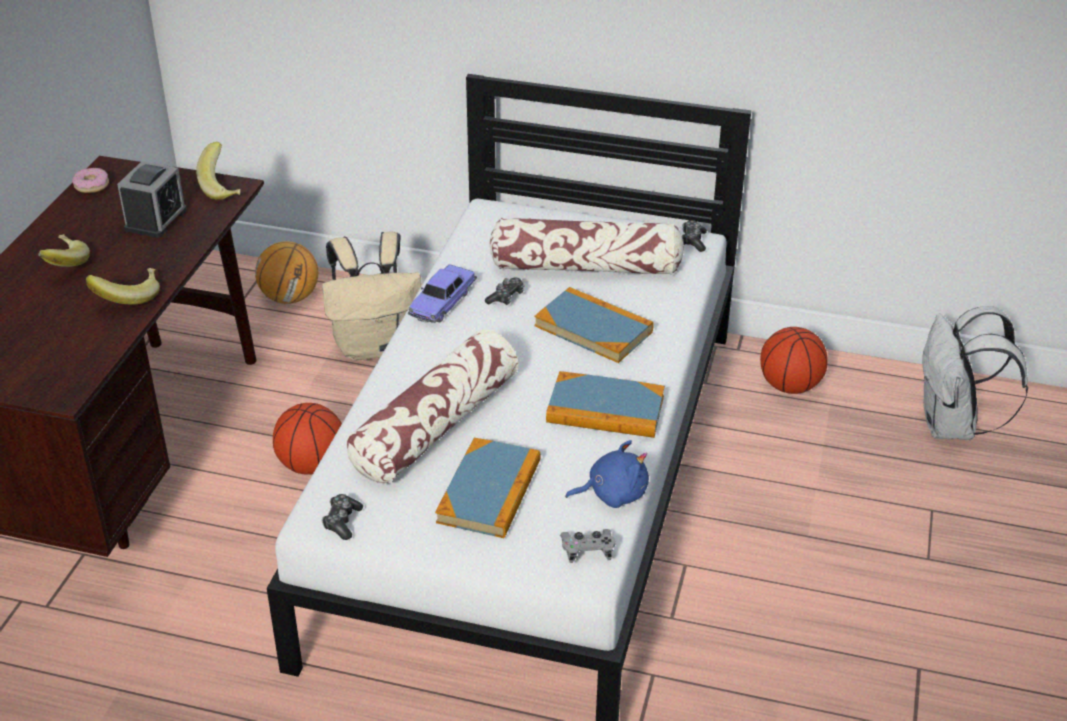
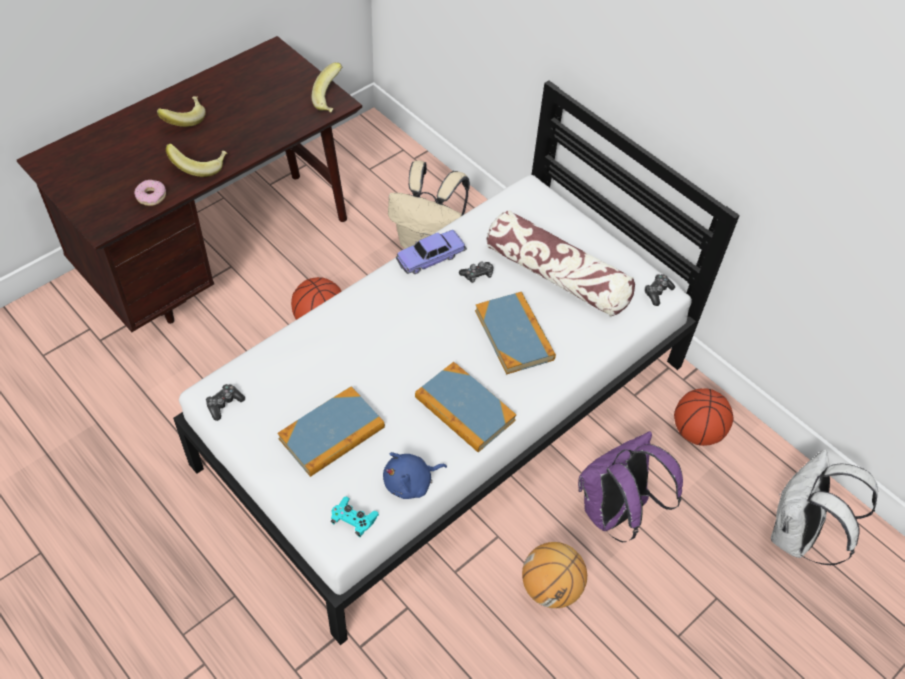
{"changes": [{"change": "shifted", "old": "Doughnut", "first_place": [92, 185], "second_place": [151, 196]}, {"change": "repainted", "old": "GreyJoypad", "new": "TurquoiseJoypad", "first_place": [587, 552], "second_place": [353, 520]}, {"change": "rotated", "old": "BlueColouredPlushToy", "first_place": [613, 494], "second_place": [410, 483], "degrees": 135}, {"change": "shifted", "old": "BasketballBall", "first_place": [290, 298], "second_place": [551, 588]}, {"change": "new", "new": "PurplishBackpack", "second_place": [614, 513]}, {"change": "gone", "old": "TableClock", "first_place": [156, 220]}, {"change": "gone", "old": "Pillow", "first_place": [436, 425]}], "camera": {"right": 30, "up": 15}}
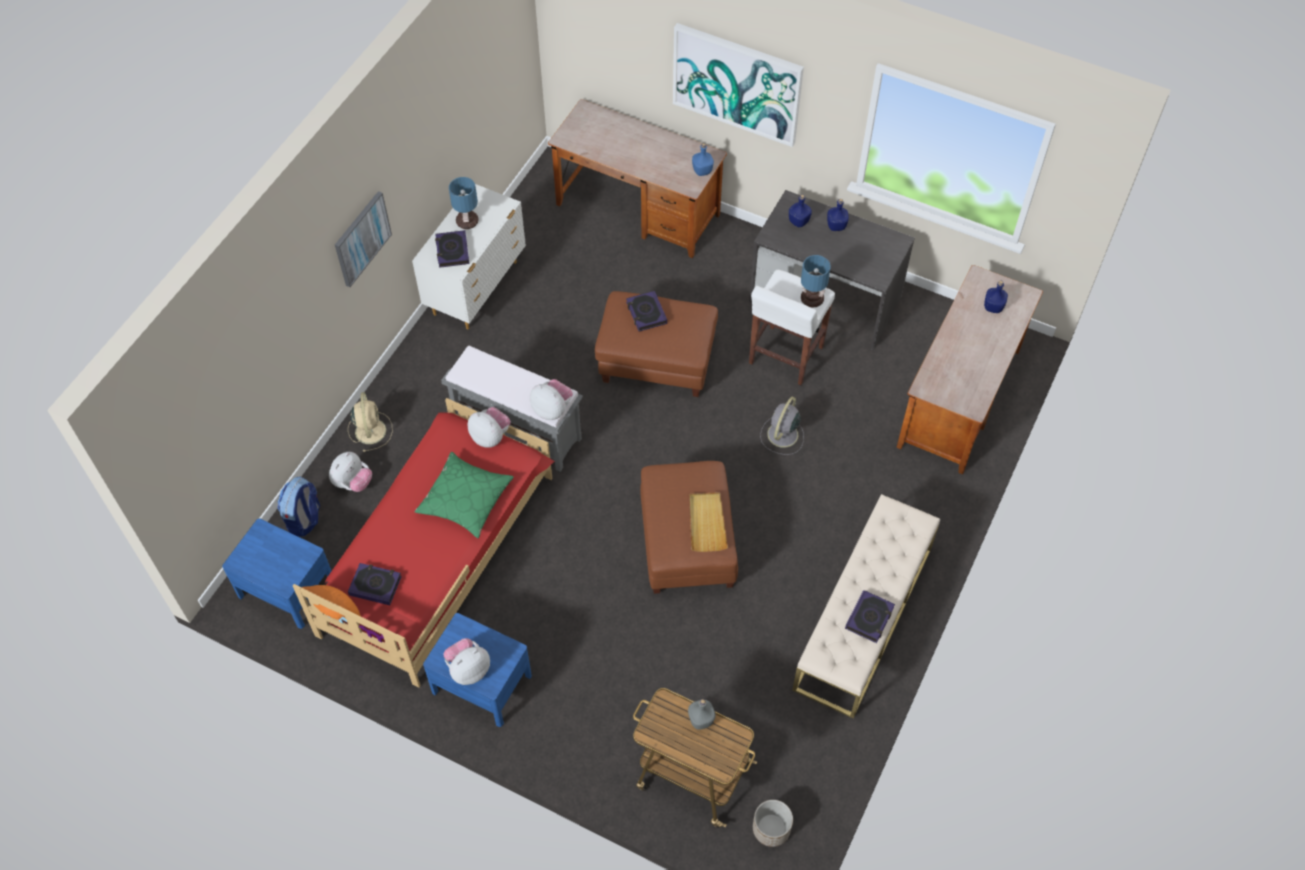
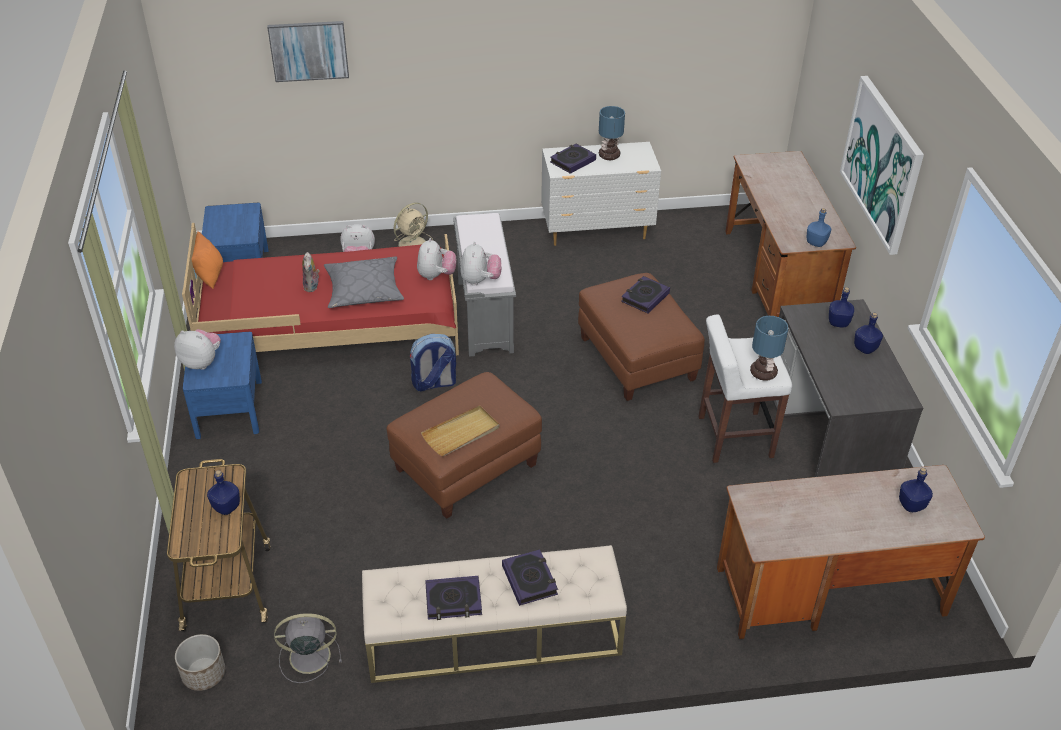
{"changes": [{"change": "repainted", "old": "GreyDrinkBottle", "new": "BlueColouredDrinkBottle", "first_place": [701, 720], "second_place": [226, 507]}, {"change": "shifted", "old": "Picture", "first_place": [361, 238], "second_place": [309, 50]}, {"change": "shifted", "old": "GreyFan", "first_place": [782, 435], "second_place": [308, 656]}, {"change": "new", "new": "PlushToy", "second_place": [312, 286]}, {"change": "repainted", "old": "GreenPillow", "new": "GreyPillow", "first_place": [465, 500], "second_place": [364, 290]}, {"change": "shifted", "old": "Backpack", "first_place": [304, 520], "second_place": [434, 383]}, {"change": "shifted", "old": "BoundBook", "first_place": [375, 585], "second_place": [530, 580]}], "camera": {"right": 55, "up": -15}}
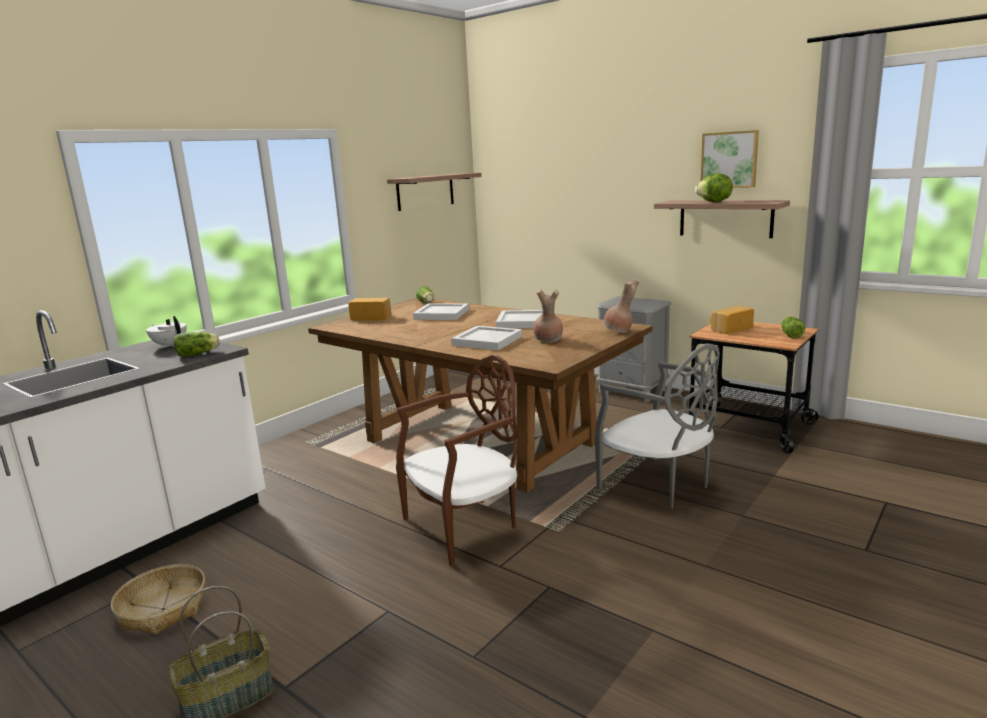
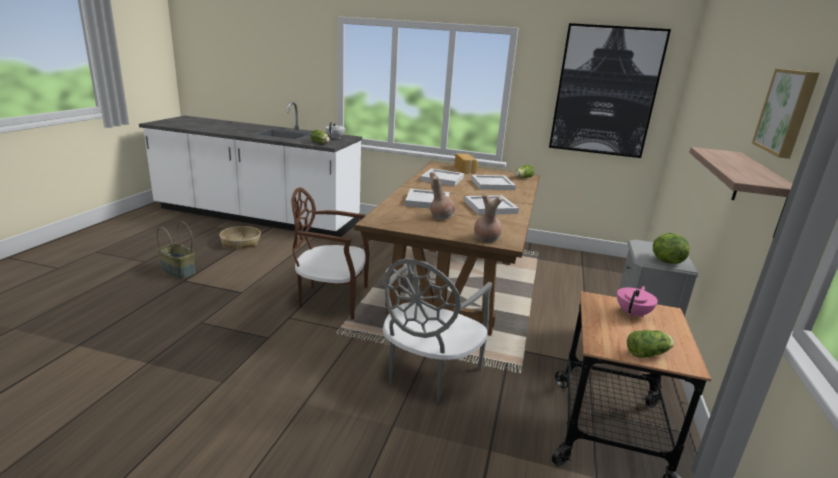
{"changes": [{"change": "rotated", "old": "BrownPlainChair", "first_place": [465, 527], "second_place": [331, 299], "degrees": 150}, {"change": "new", "new": "WhiteTray", "second_place": [442, 179]}, {"change": "swapped", "old": "BracketShelf", "new": "Picture", "first_place": [425, 191], "second_place": [605, 91]}, {"change": "swapped", "old": "Bread", "new": "PinkColouredPotForTea", "first_place": [730, 329], "second_place": [633, 313]}, {"change": "shifted", "old": "HeadOfLettuce", "first_place": [714, 202], "second_place": [665, 261]}], "camera": {"right": 65, "up": 5}}
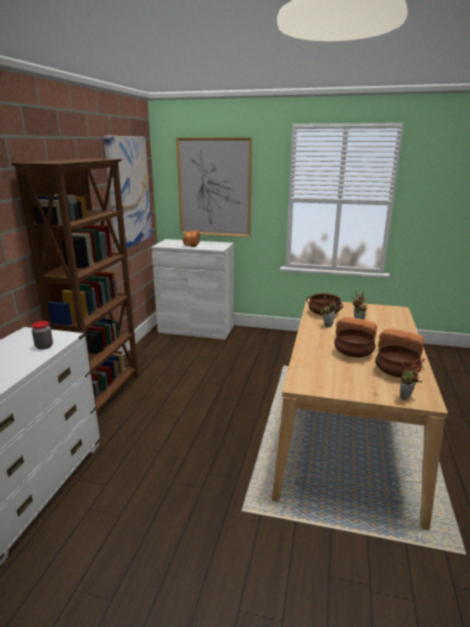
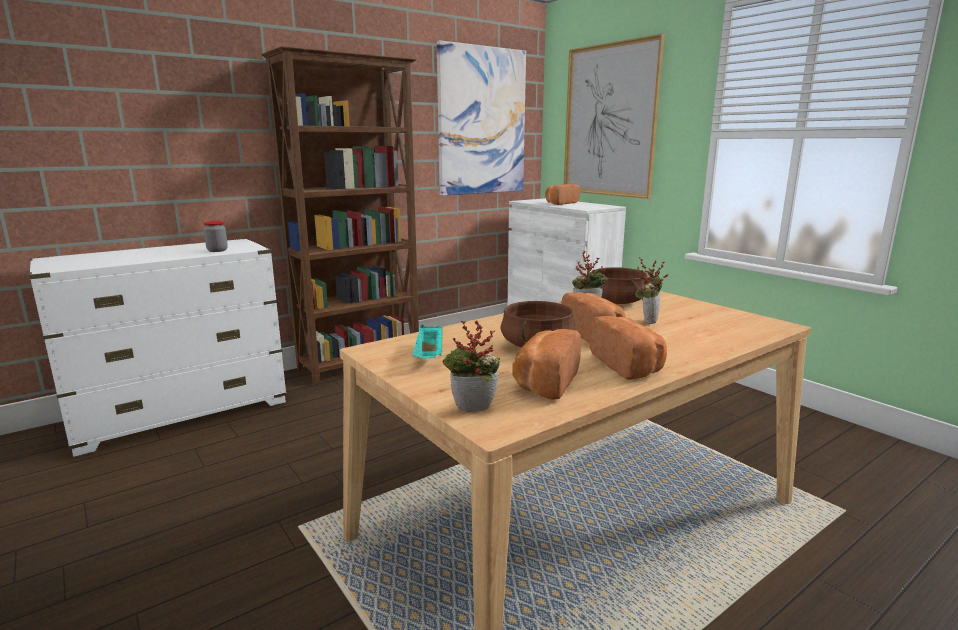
{"changes": [{"change": "new", "new": "TurquoiseTray", "second_place": [429, 356]}, {"change": "swapped", "old": "BrownCookingPot", "new": "Bread", "first_place": [396, 372], "second_place": [544, 382]}], "camera": {"right": 40, "up": -5}}
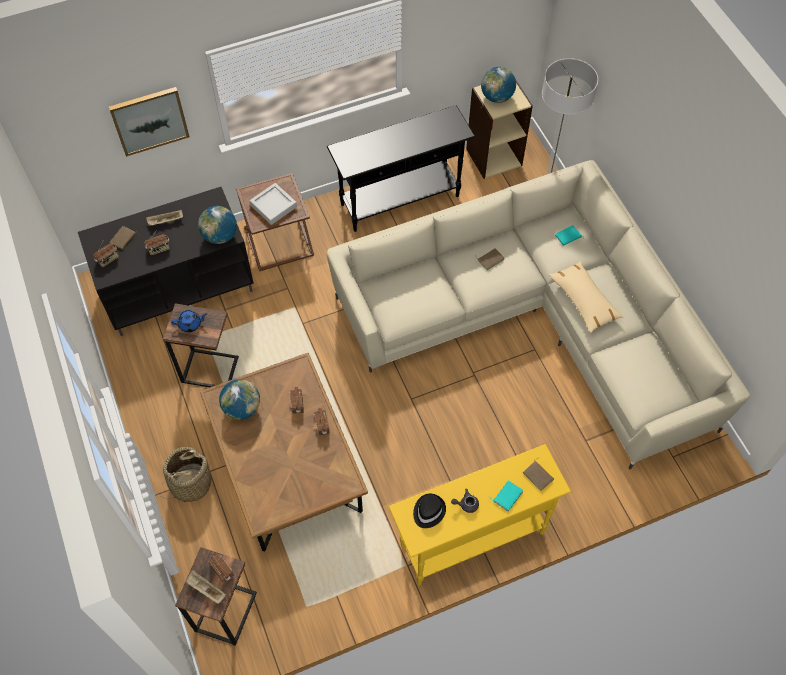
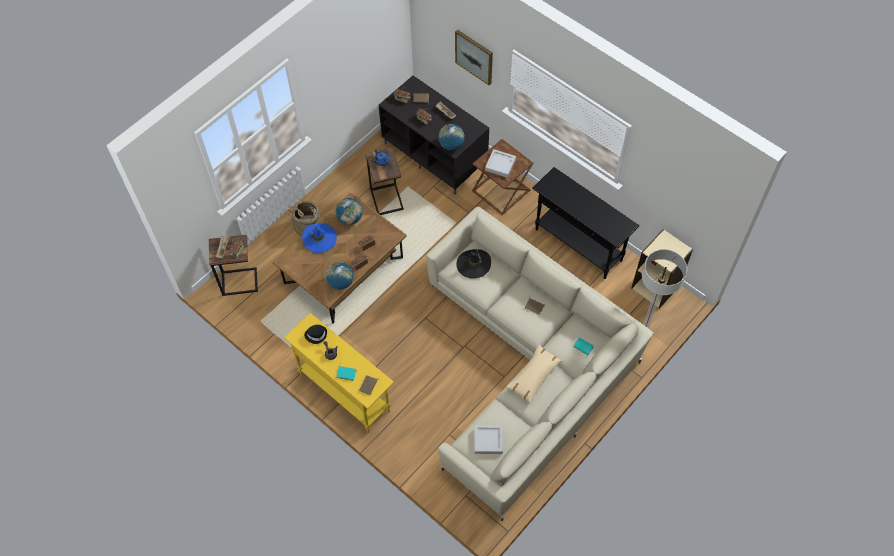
{"changes": [{"change": "new", "new": "BlueColouredHat", "second_place": [319, 238]}, {"change": "shifted", "old": "DeskGlobe", "first_place": [497, 97], "second_place": [341, 282]}, {"change": "new", "new": "BlackishHat", "second_place": [473, 264]}, {"change": "new", "new": "GreyTray", "second_place": [488, 440]}], "camera": {"right": 65, "up": 0}}
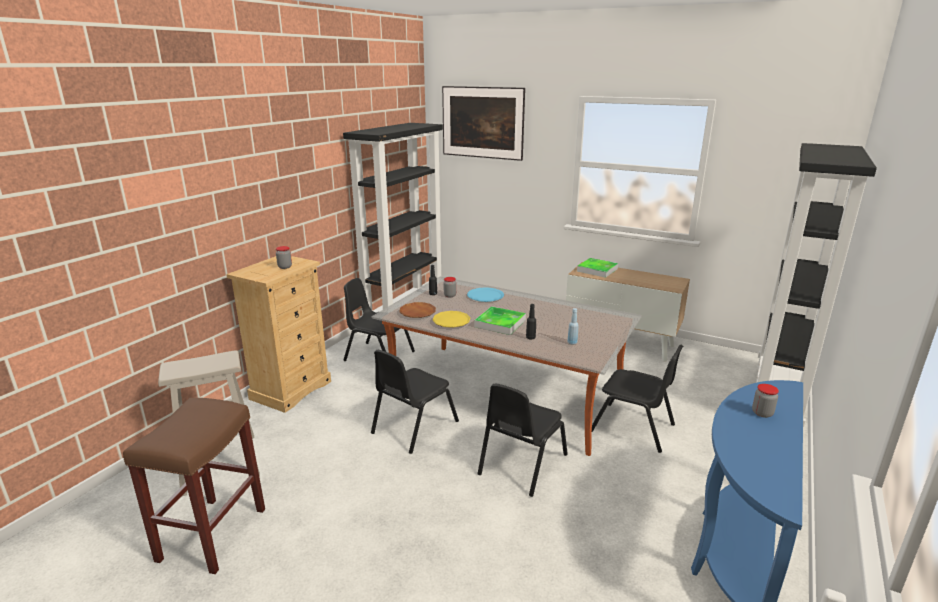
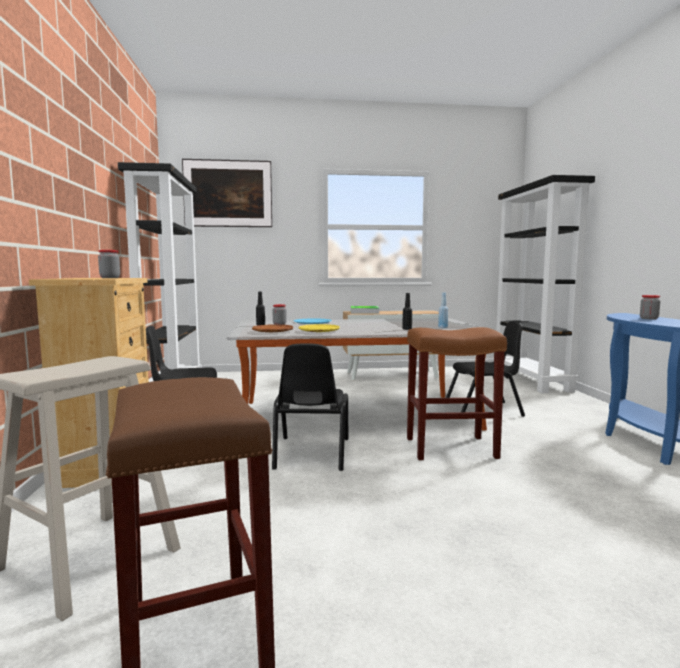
{"changes": [{"change": "swapped", "old": "BlackishPlainChair", "new": "BrownSittingStool", "first_place": [521, 464], "second_place": [449, 448]}, {"change": "gone", "old": "Tray", "first_place": [500, 323]}], "camera": {"right": -35, "up": -15}}
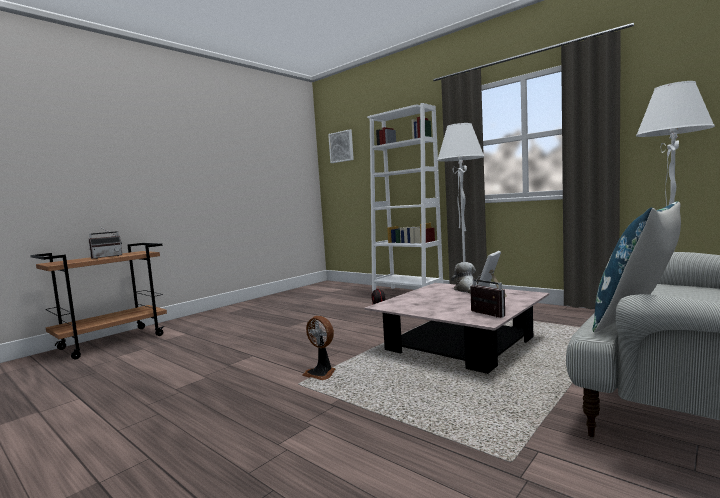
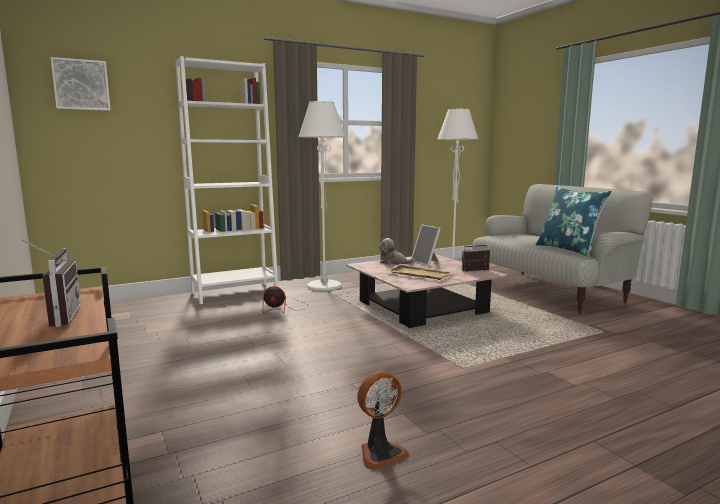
{"changes": [{"change": "shifted", "old": "Fan", "first_place": [321, 373], "second_place": [380, 453]}, {"change": "new", "new": "BeigeTray", "second_place": [418, 274]}], "camera": {"right": -70, "up": 5}}
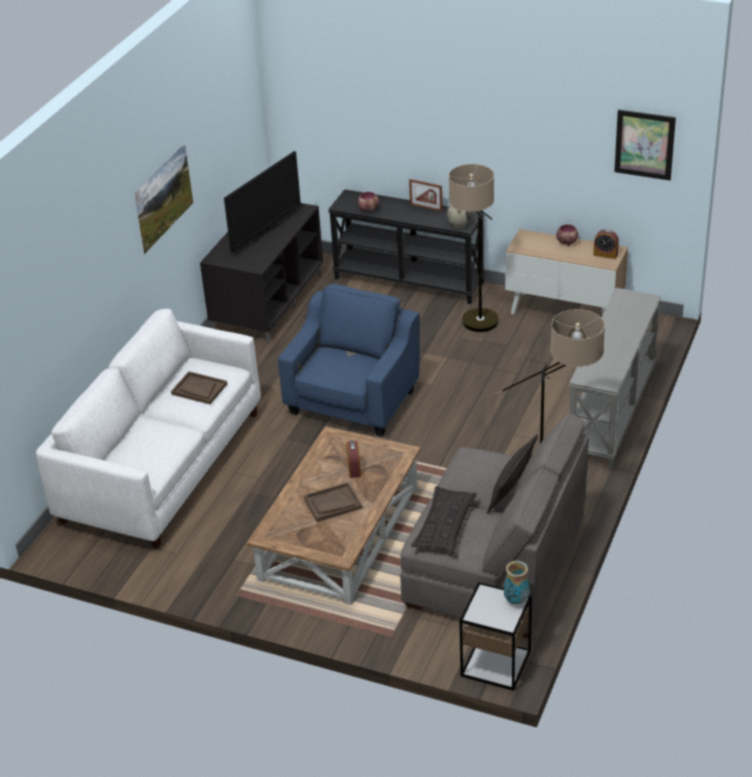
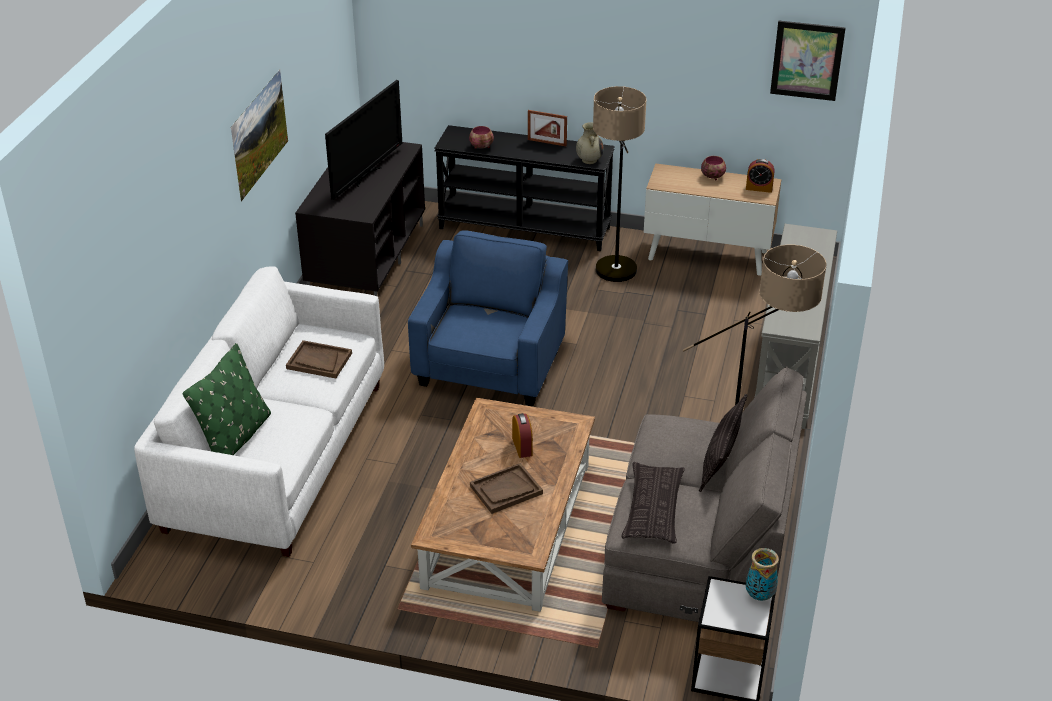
{"changes": [{"change": "new", "new": "GreenPillow", "second_place": [235, 438]}], "camera": {"right": -10, "up": 0}}
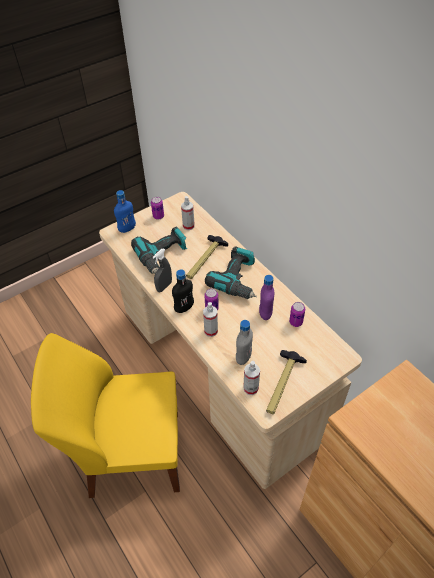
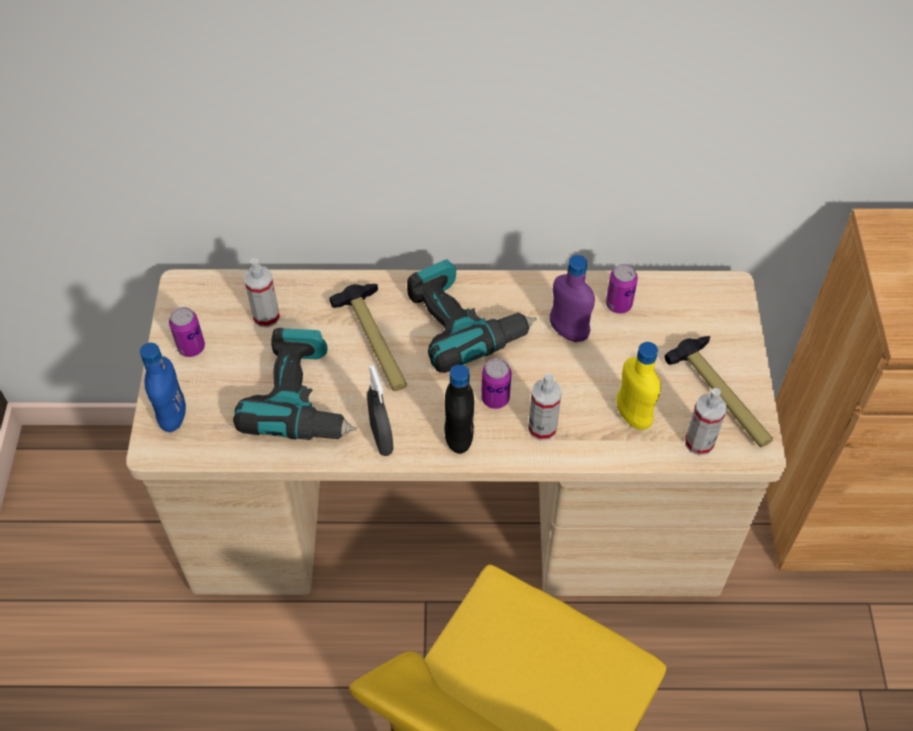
{"changes": [{"change": "repainted", "old": "GreyDrinkBottle", "new": "YellowDrinkBottle", "first_place": [243, 357], "second_place": [632, 416]}], "camera": {"right": -55, "up": 5}}
